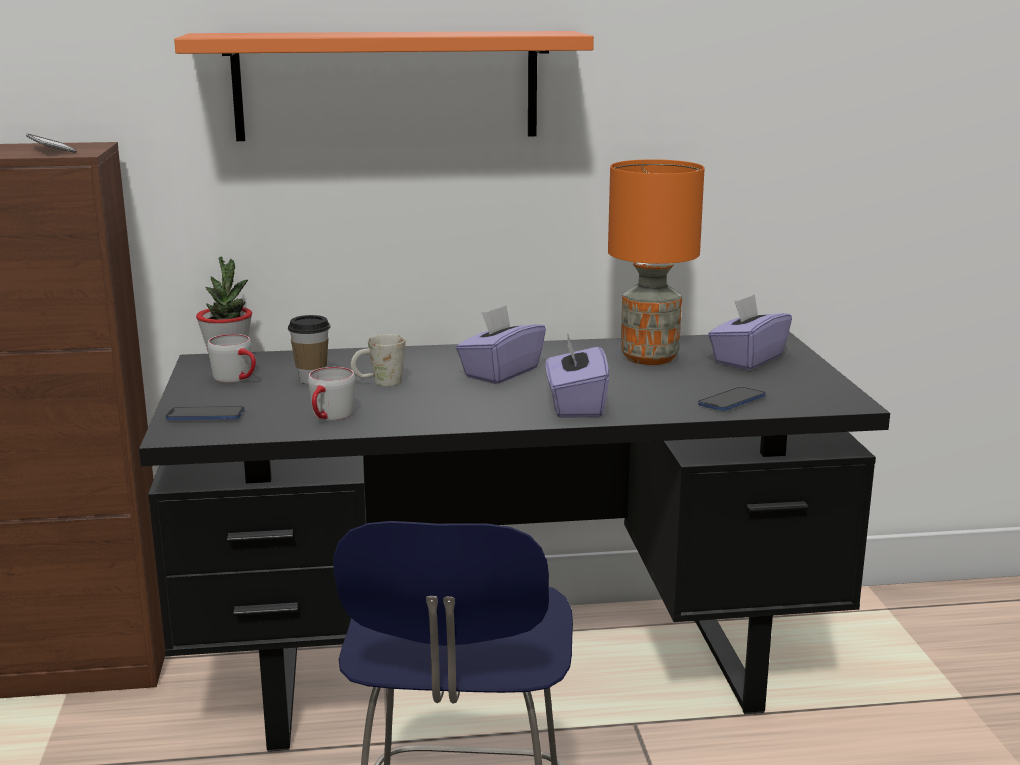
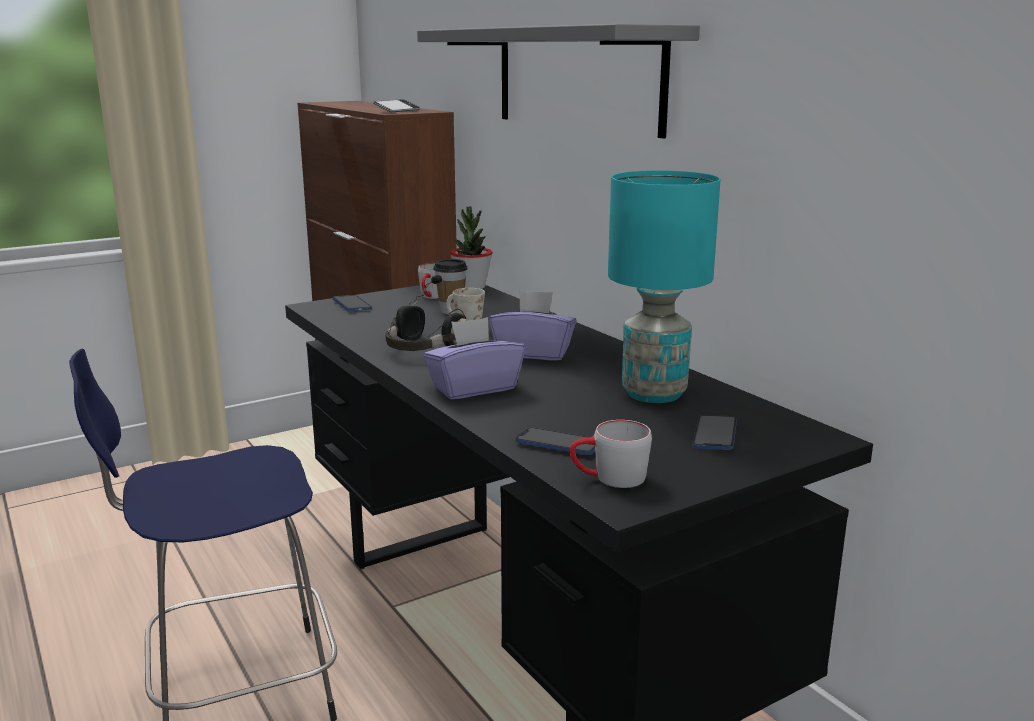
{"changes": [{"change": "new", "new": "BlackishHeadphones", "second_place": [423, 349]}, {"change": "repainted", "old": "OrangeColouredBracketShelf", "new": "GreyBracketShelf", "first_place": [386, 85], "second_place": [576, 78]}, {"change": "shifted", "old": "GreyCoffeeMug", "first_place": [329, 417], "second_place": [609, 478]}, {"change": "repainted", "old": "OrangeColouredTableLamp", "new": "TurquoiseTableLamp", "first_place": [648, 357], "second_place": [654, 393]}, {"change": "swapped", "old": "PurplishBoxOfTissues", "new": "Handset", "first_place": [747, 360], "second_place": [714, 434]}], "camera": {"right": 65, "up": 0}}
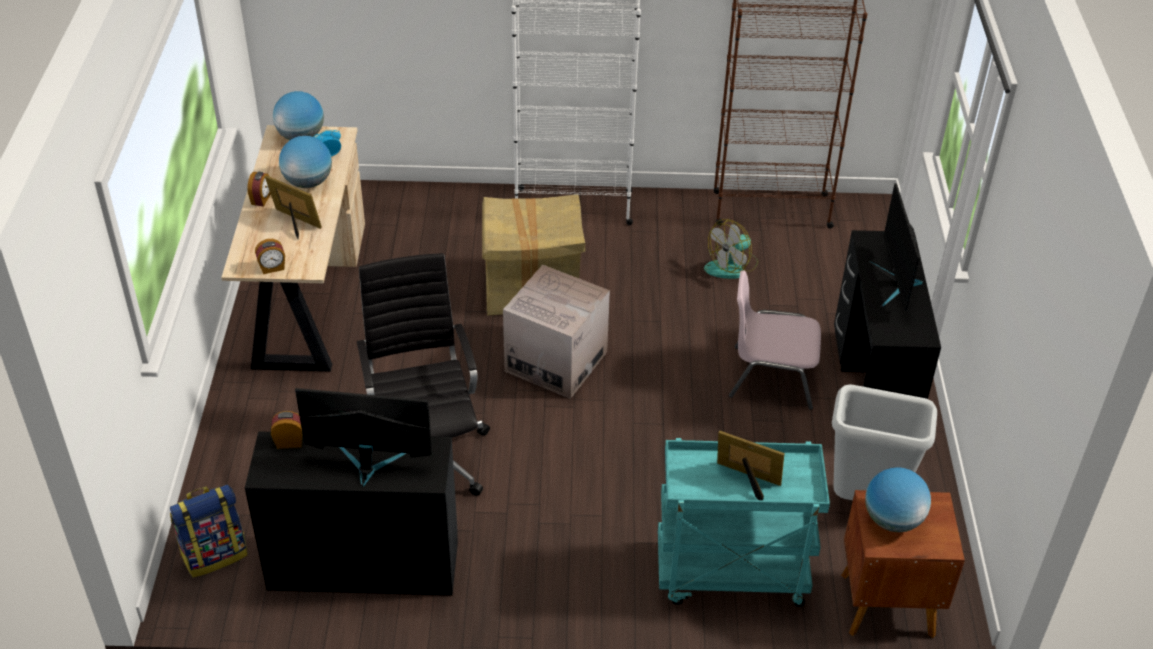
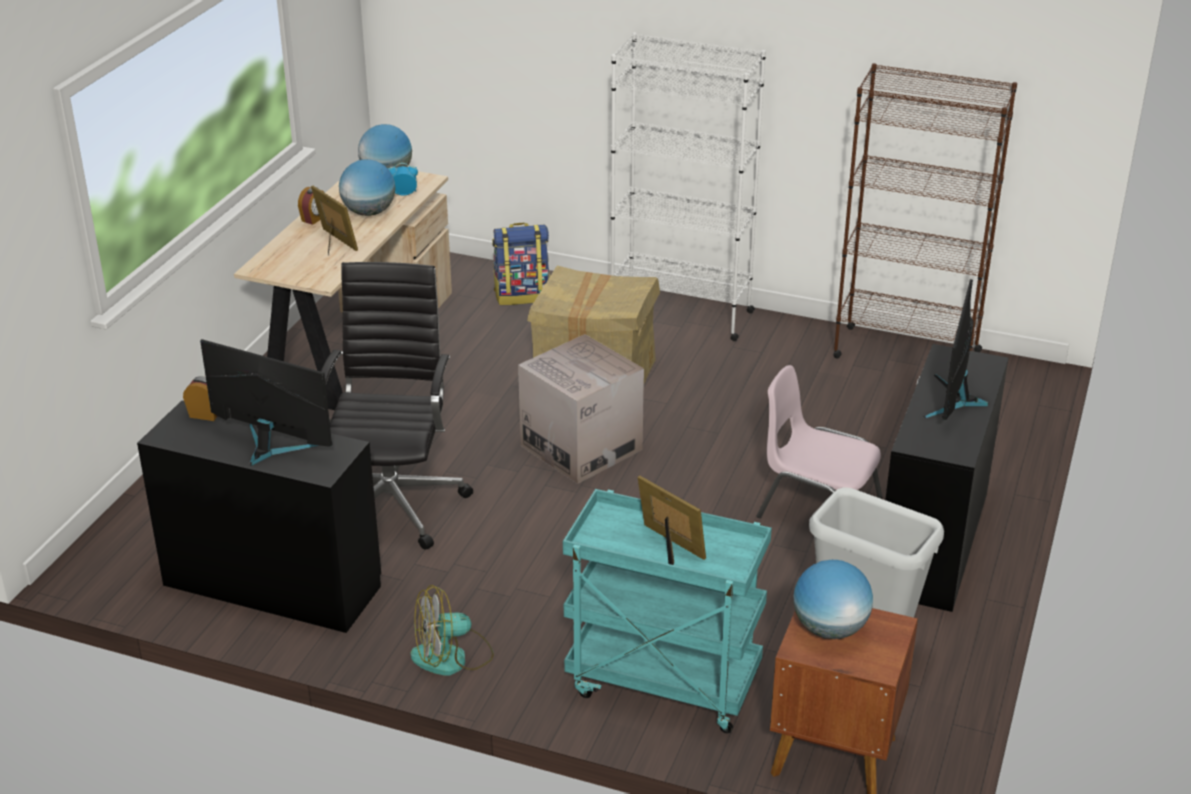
{"changes": [{"change": "shifted", "old": "Fan", "first_place": [732, 266], "second_place": [452, 657]}, {"change": "shifted", "old": "Backpack", "first_place": [215, 554], "second_place": [522, 295]}, {"change": "gone", "old": "TableClock", "first_place": [272, 268]}], "camera": {"right": 20, "up": -10}}
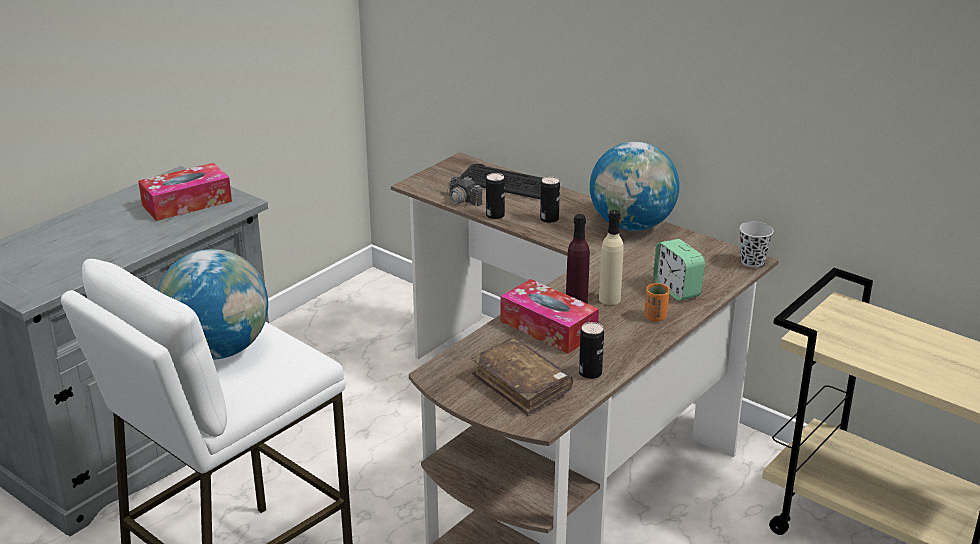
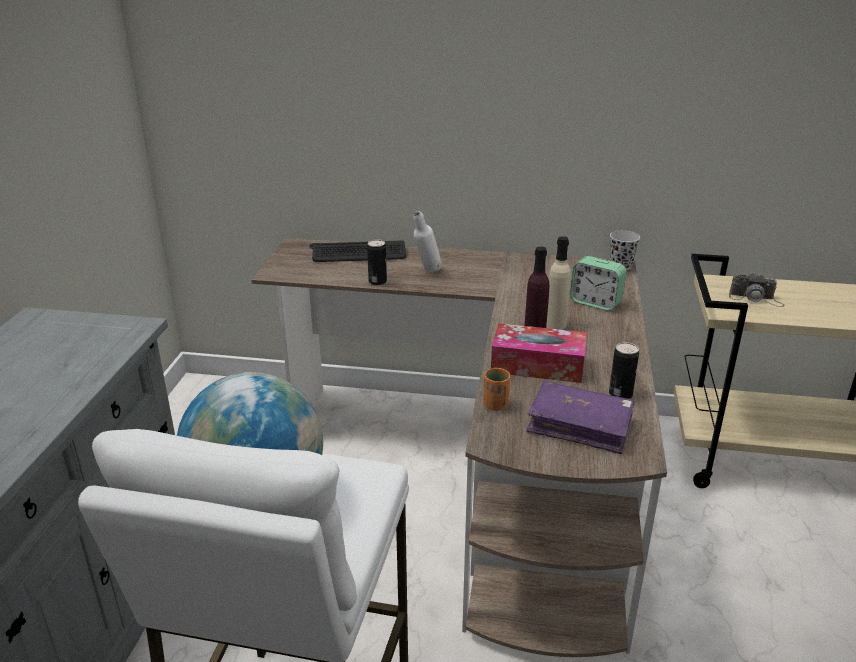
{"changes": [{"change": "swapped", "old": "SealedCan", "new": "WhiteDrinkBottle", "first_place": [549, 219], "second_place": [427, 273]}, {"change": "shifted", "old": "OrangeColouredSmallCup", "first_place": [655, 317], "second_place": [495, 405]}, {"change": "repainted", "old": "BrownBoundBook", "new": "PurplishBoundBook", "first_place": [521, 385], "second_place": [580, 426]}, {"change": "shifted", "old": "PhotoCamera", "first_place": [464, 202], "second_place": [756, 299]}, {"change": "gone", "old": "BoxOfTissues", "first_place": [187, 203]}, {"change": "gone", "old": "DeskGlobe", "first_place": [631, 226]}], "camera": {"right": -30, "up": 0}}
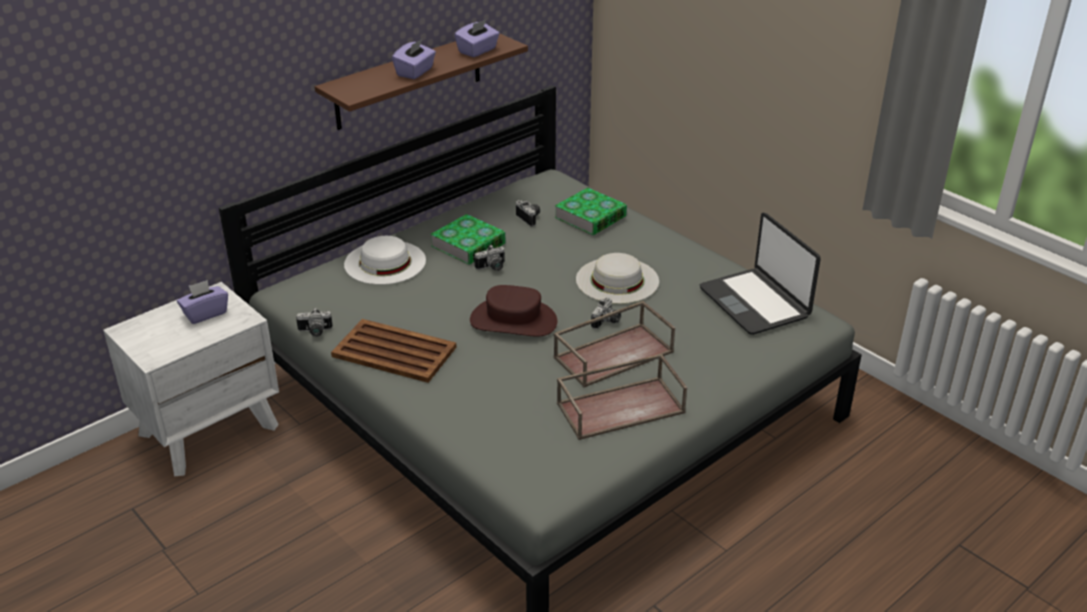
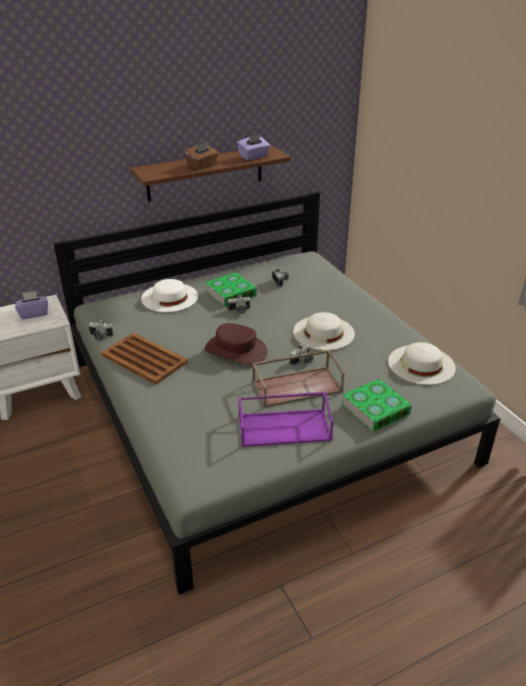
{"changes": [{"change": "repainted", "old": "PurplishBoxOfTissues", "new": "BrownBoxOfTissues", "first_place": [415, 72], "second_place": [202, 165]}, {"change": "repainted", "old": "BrownTray", "new": "PurplishTray", "first_place": [621, 407], "second_place": [285, 427]}, {"change": "shifted", "old": "BoundBook", "first_place": [590, 217], "second_place": [375, 409]}, {"change": "swapped", "old": "Laptop", "new": "WhiteHat", "first_place": [755, 302], "second_place": [421, 364]}], "camera": {"right": 15, "up": 0}}
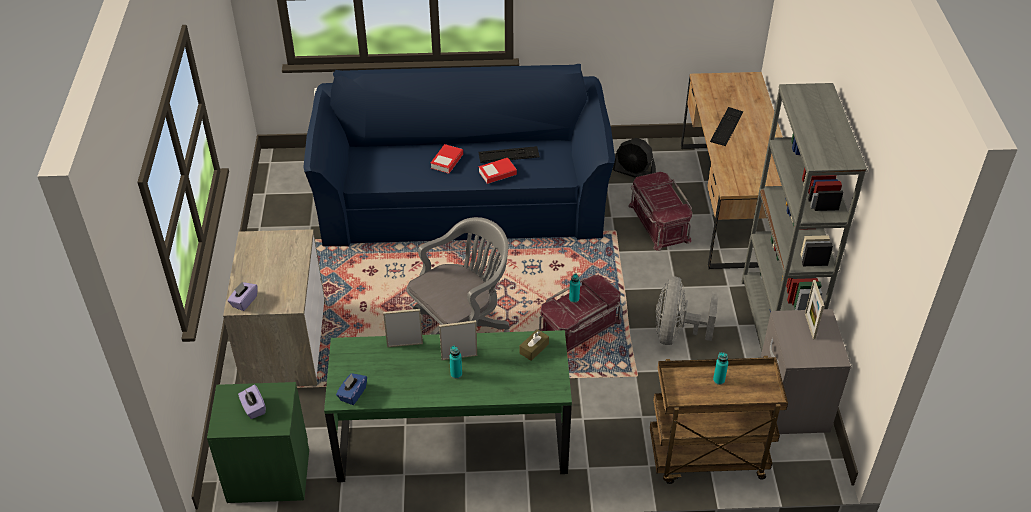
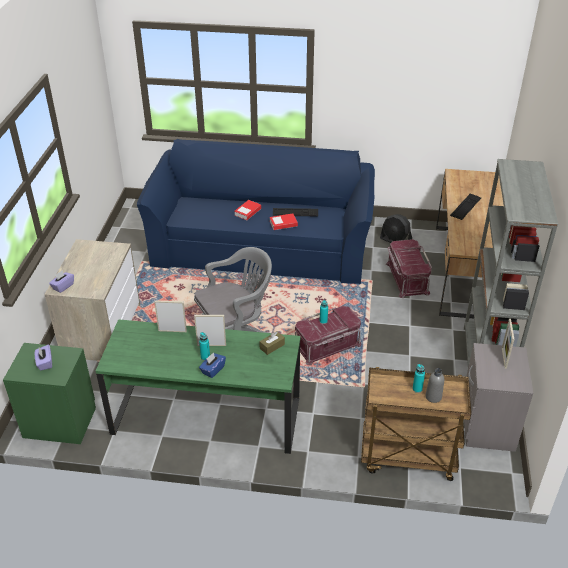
{"changes": [{"change": "shifted", "old": "BlueColouredBoxOfTissues", "first_place": [352, 394], "second_place": [212, 370]}, {"change": "new", "new": "GreyDrinkBottle", "second_place": [433, 397]}, {"change": "gone", "old": "GreyFan", "first_place": [676, 333]}], "camera": {"right": 10, "up": -5}}
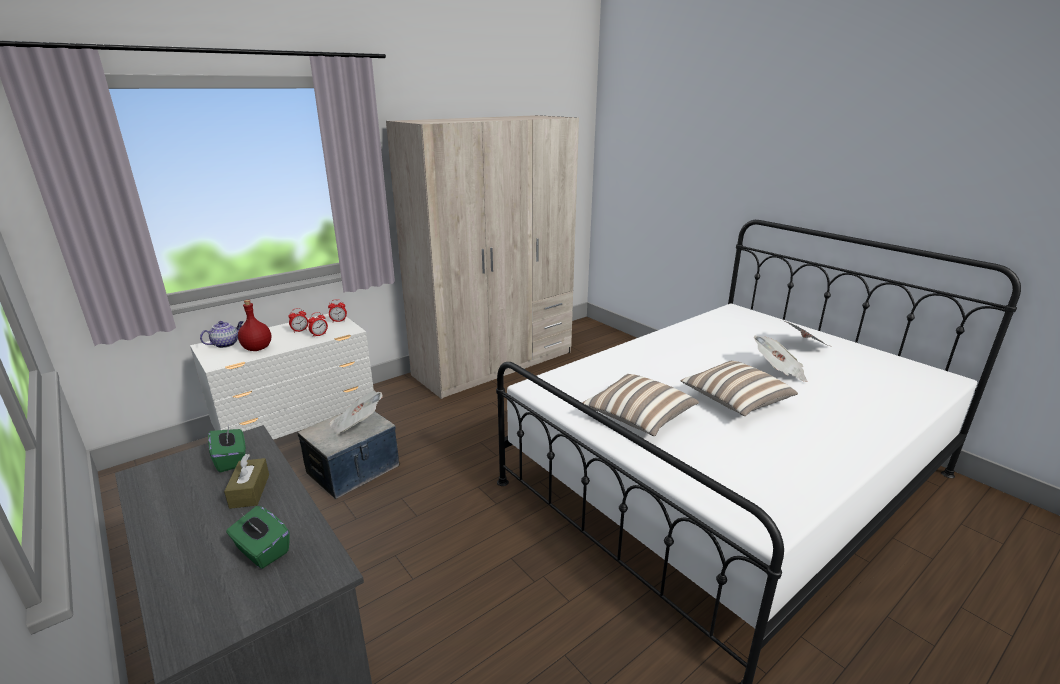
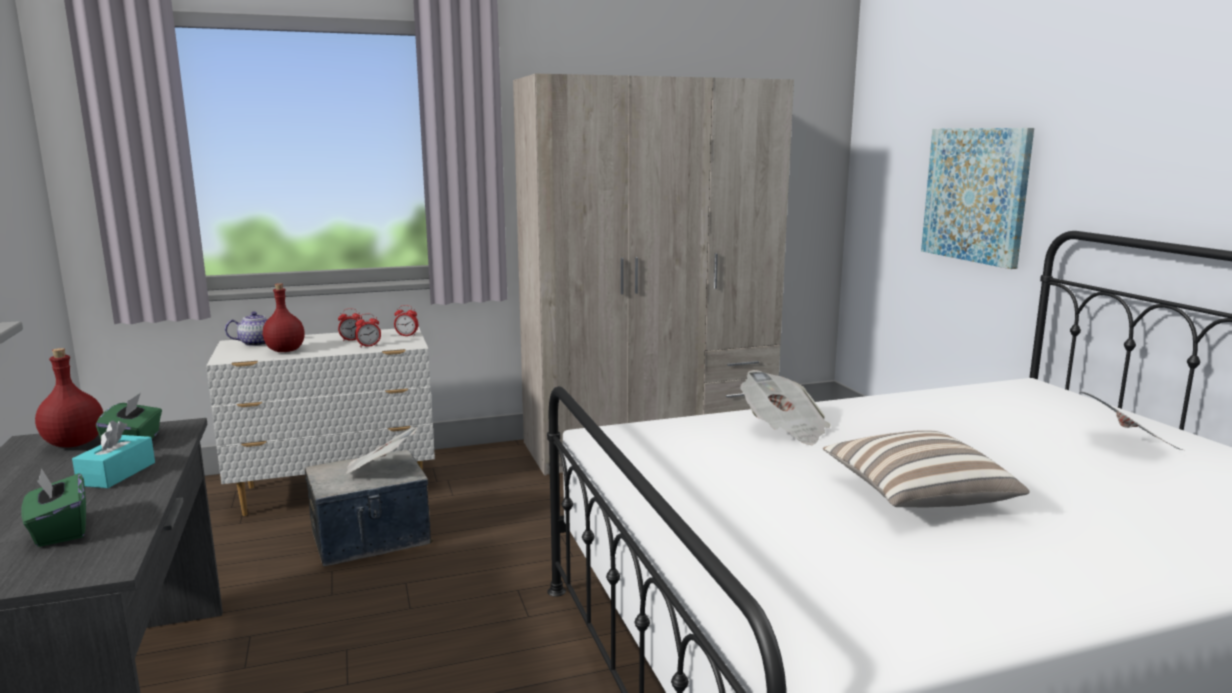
{"changes": [{"change": "new", "new": "RedColouredDrinkBottle", "second_place": [74, 444]}, {"change": "repainted", "old": "BrownBoxOfTissues", "new": "TurquoiseBoxOfTissues", "first_place": [250, 491], "second_place": [117, 474]}, {"change": "shifted", "old": "Newspaper", "first_place": [778, 371], "second_place": [784, 430]}, {"change": "new", "new": "Picture", "second_place": [976, 195]}, {"change": "gone", "old": "Pillow", "first_place": [638, 418]}], "camera": {"right": 20, "up": -10}}
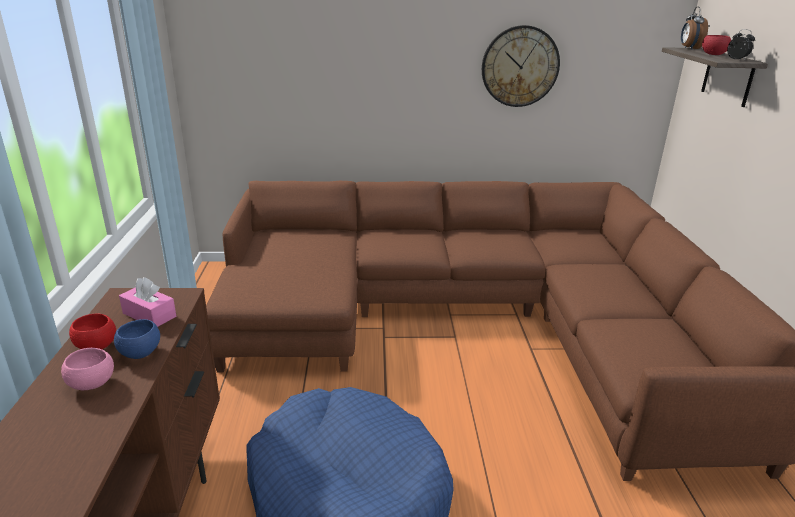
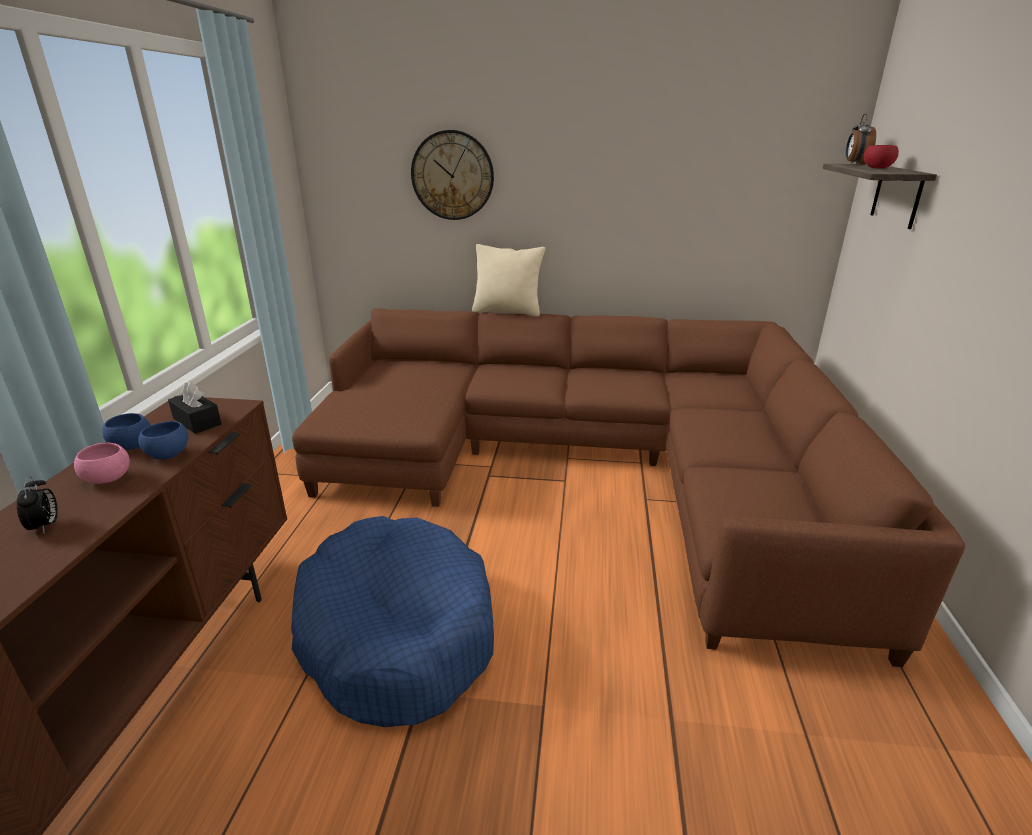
{"changes": [{"change": "shifted", "old": "TableClock", "first_place": [737, 60], "second_place": [46, 526]}, {"change": "repainted", "old": "RedColouredServingBowl", "new": "BlueColouredServingBowl", "first_place": [96, 346], "second_place": [132, 446]}, {"change": "repainted", "old": "PinkColouredBoxOfTissues", "new": "BlackishBoxOfTissues", "first_place": [149, 315], "second_place": [197, 421]}, {"change": "shifted", "old": "WallClock", "first_place": [520, 66], "second_place": [452, 175]}, {"change": "new", "new": "BeigePillow", "second_place": [507, 311]}], "camera": {"right": 10, "up": 0}}
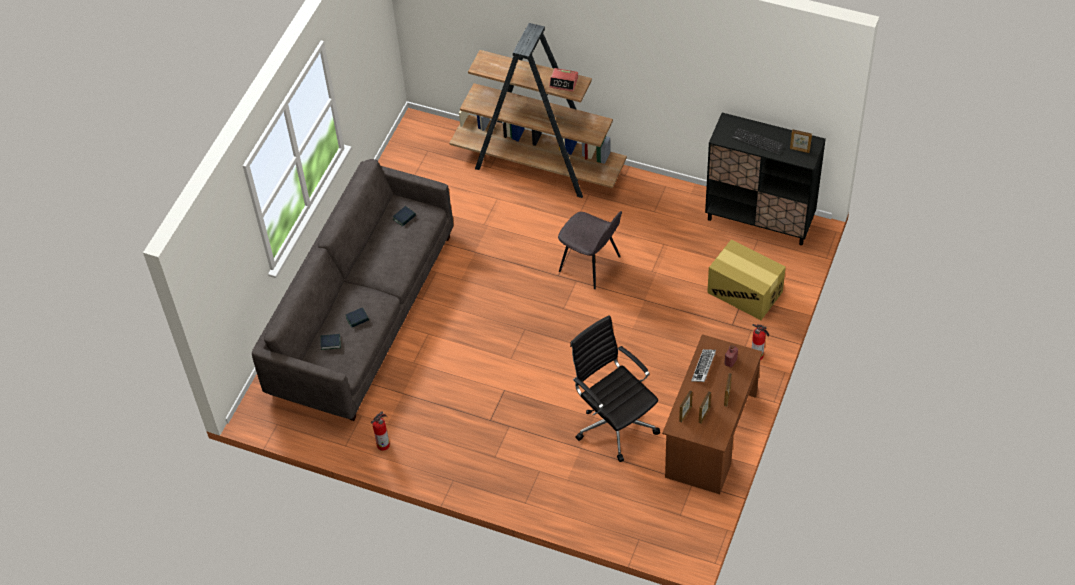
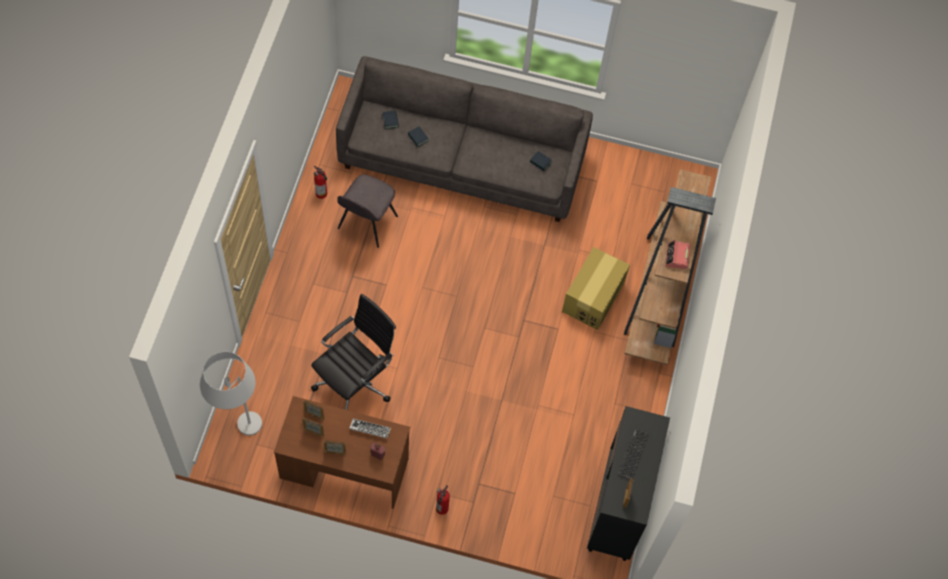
{"changes": [{"change": "new", "new": "WhiteStandingLamp", "second_place": [240, 434]}, {"change": "shifted", "old": "GreyPlainChair", "first_place": [591, 265], "second_place": [366, 223]}, {"change": "shifted", "old": "Carton", "first_place": [745, 292], "second_place": [593, 297]}], "camera": {"right": 75, "up": 10}}
